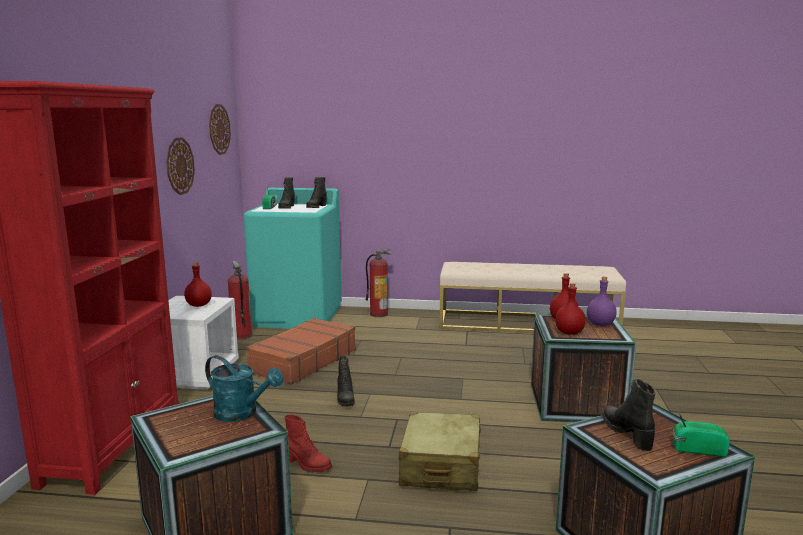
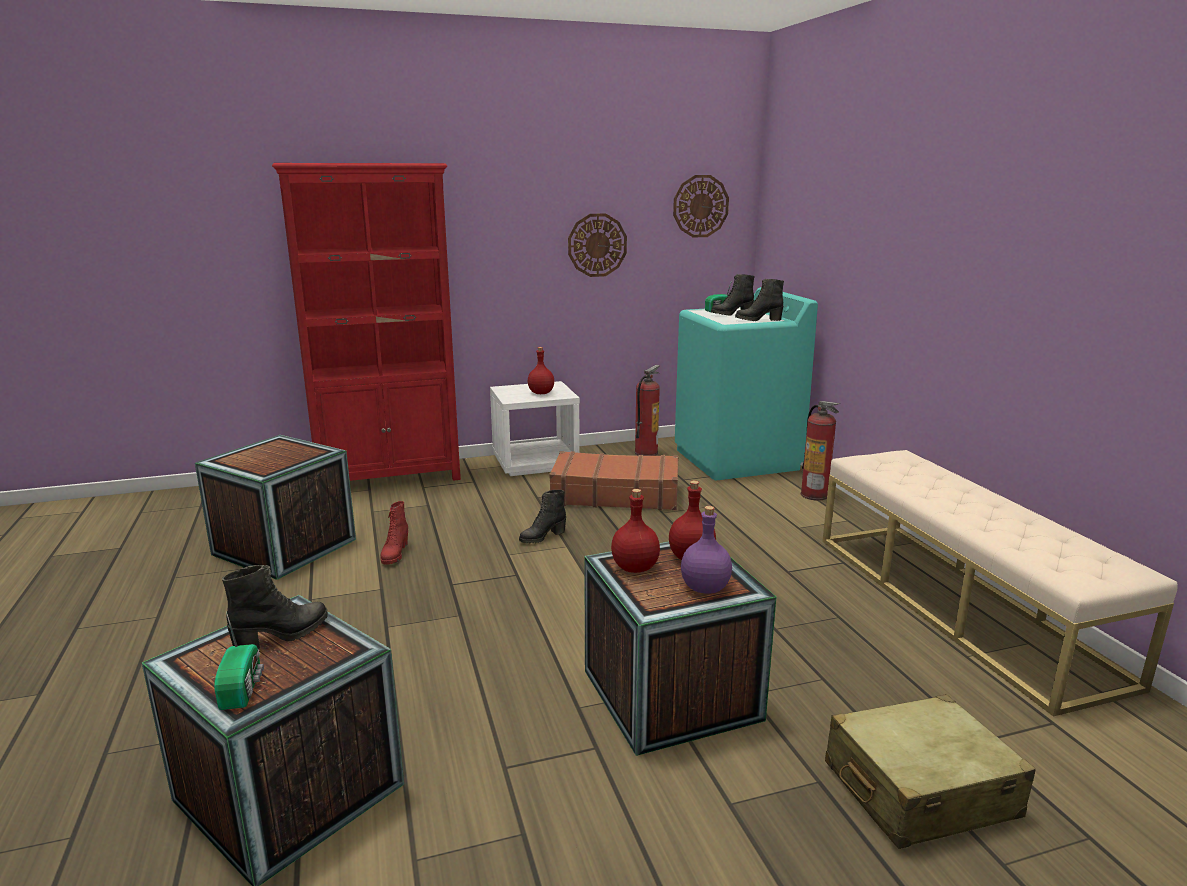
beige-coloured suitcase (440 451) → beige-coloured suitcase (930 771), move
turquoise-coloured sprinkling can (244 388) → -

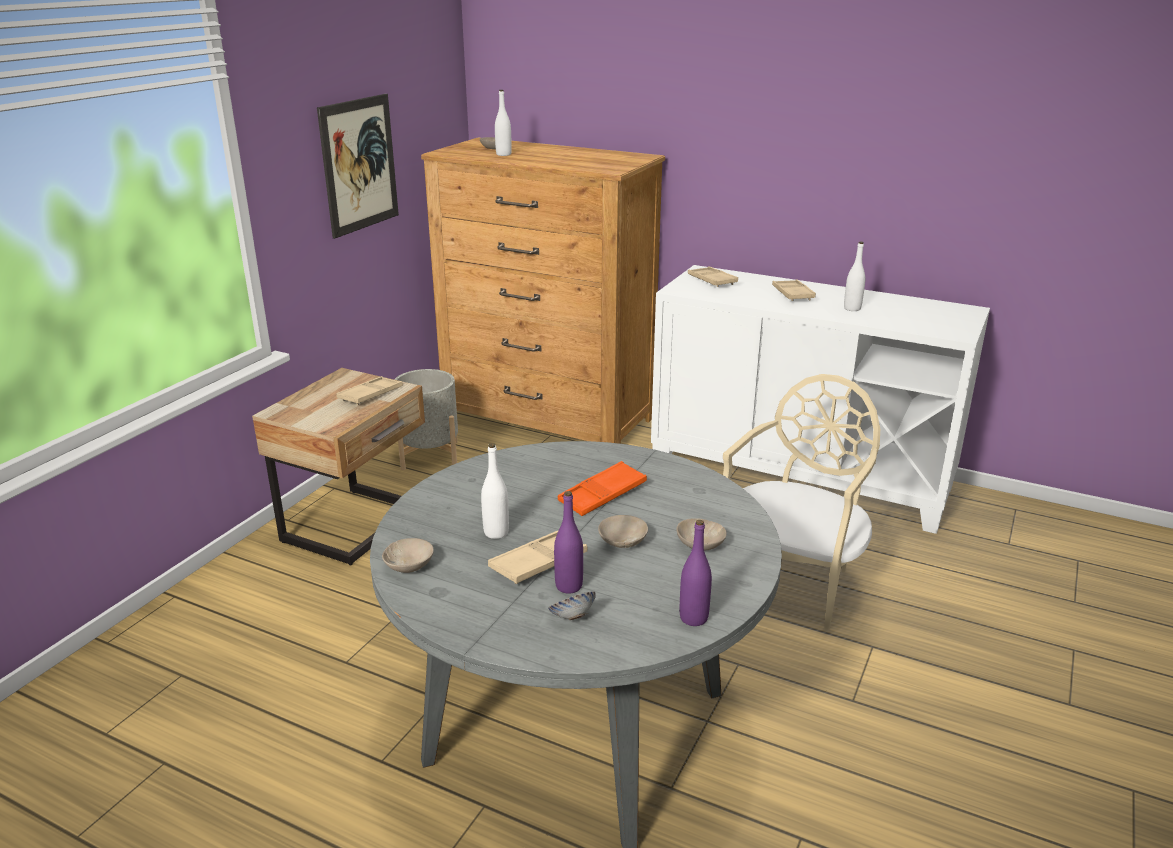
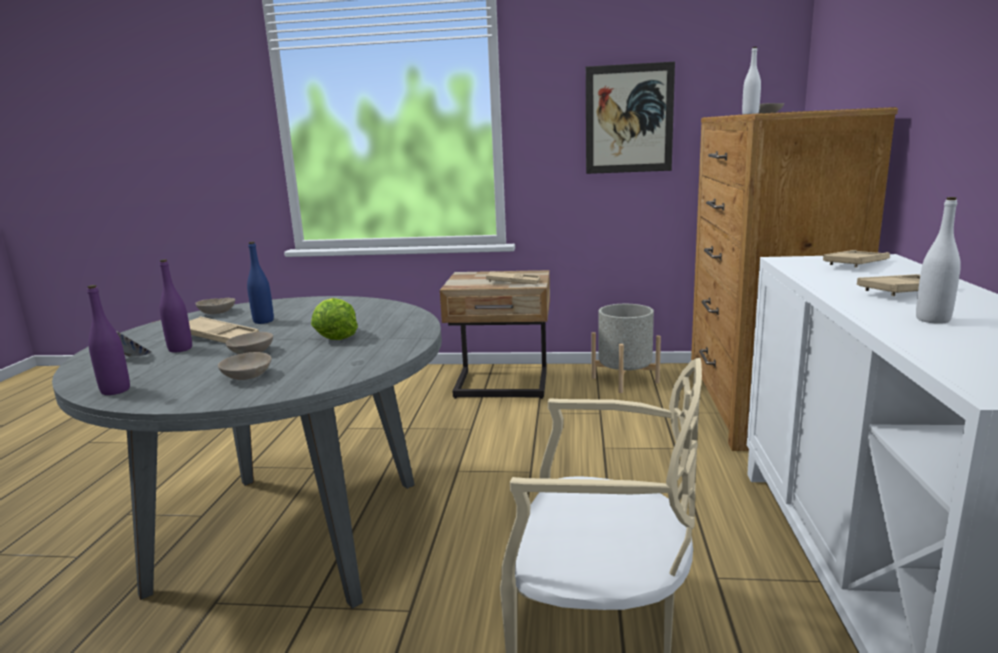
whitish drink bottle (495 491) → blue drink bottle (260 283)
orangey tray (602 488) → head of lettuce (334 319)

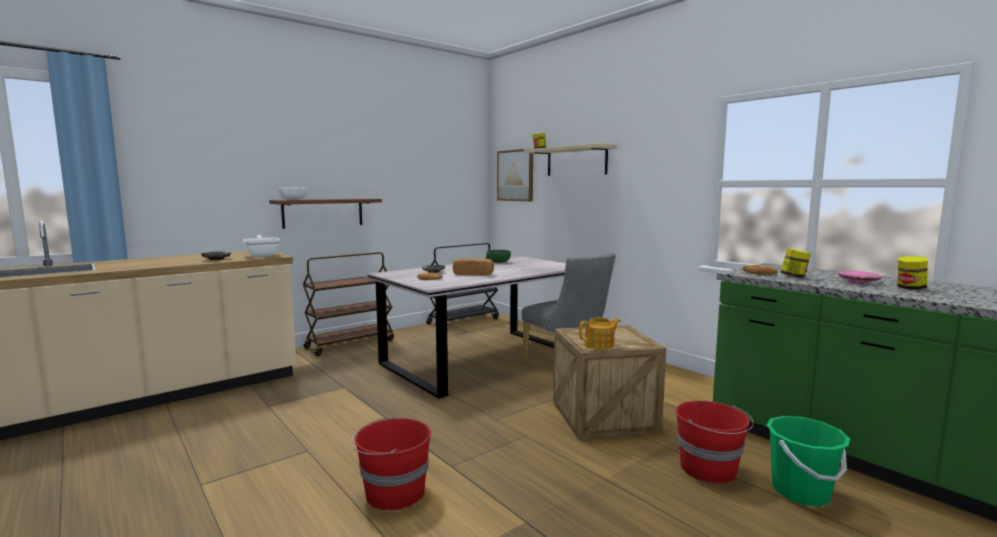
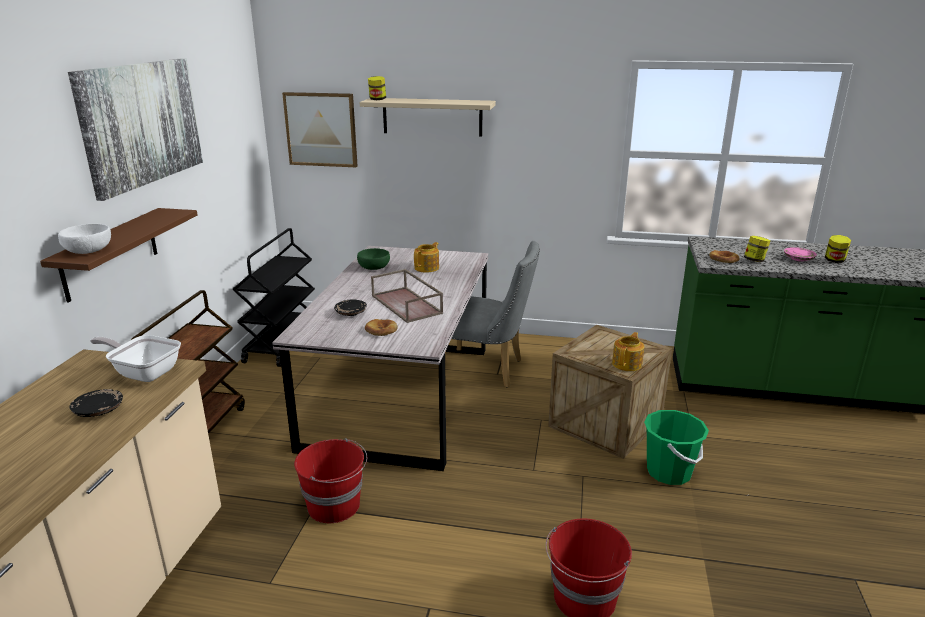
- → wall picture (135 129)
red-coloured water bucket (715 442) → red-coloured water bucket (330 480), move
bread (473 267) → brownish tray (407 296)
- → teapot (426 257)
green water bucket (808 461) → green water bucket (676 447), move

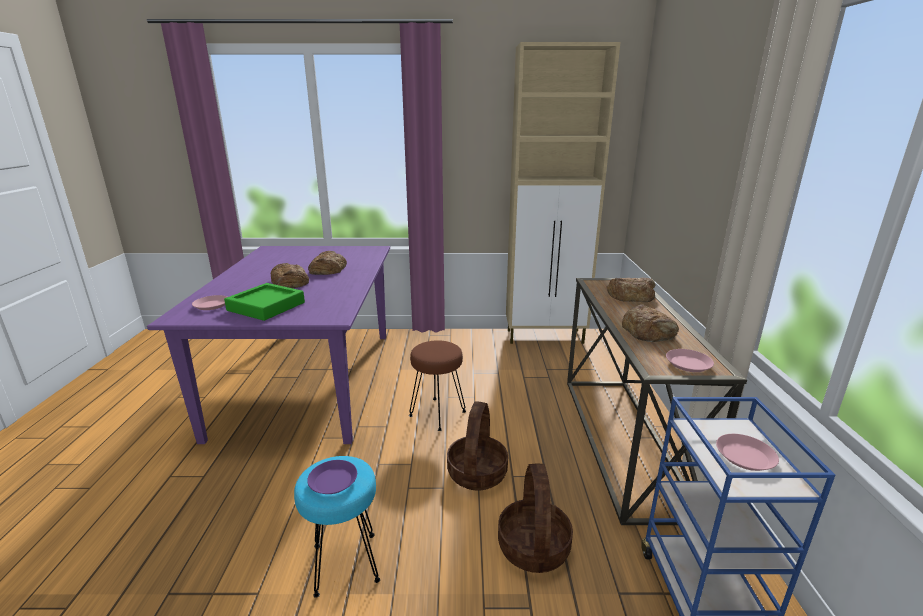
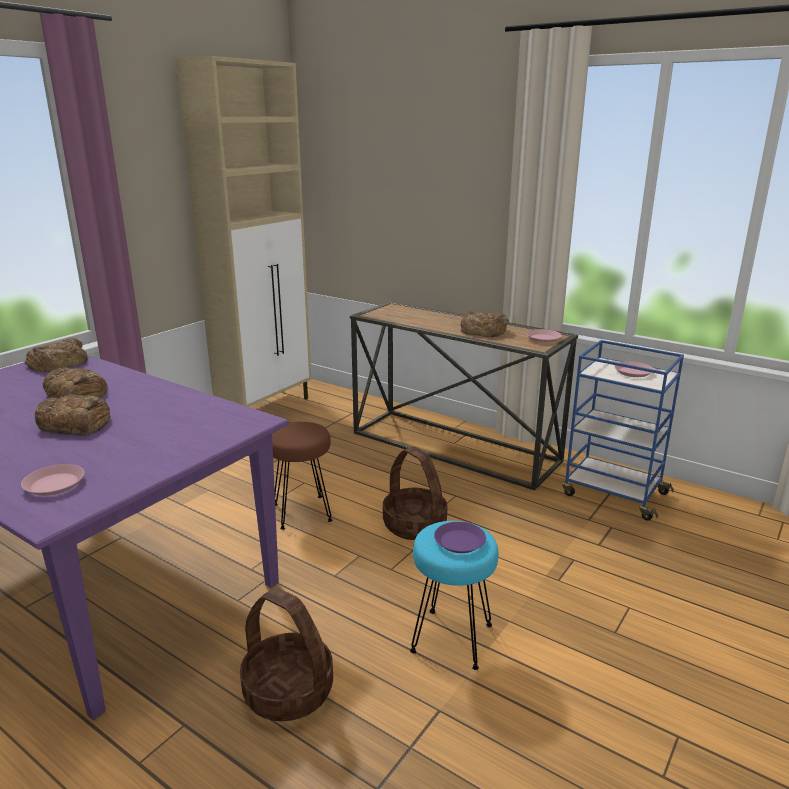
bread (631 290) → bread (56 355), move
storage basket (535 518) → storage basket (286 654), move
green tray (264 302) → -

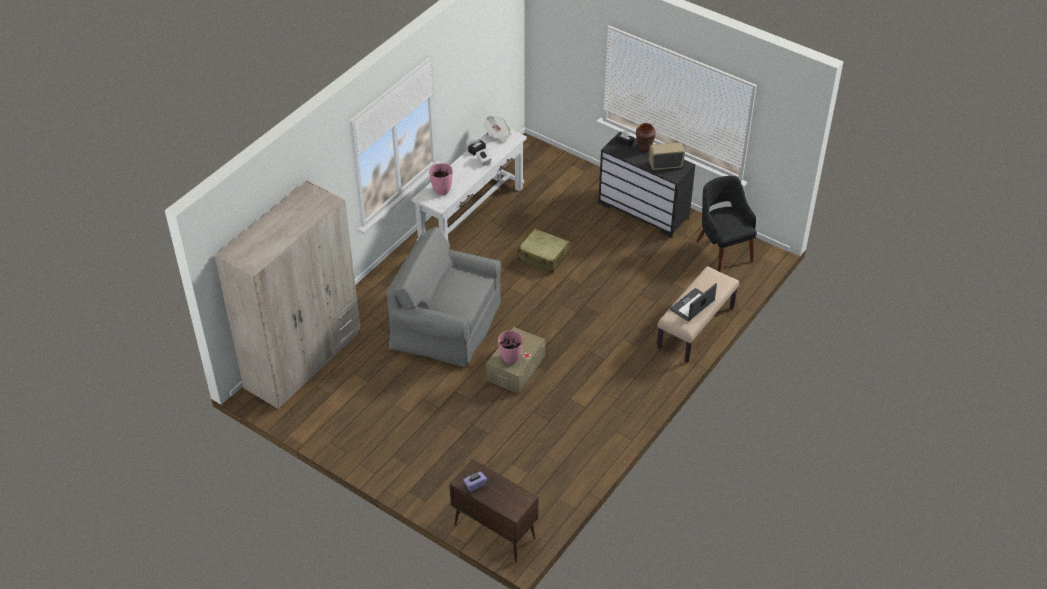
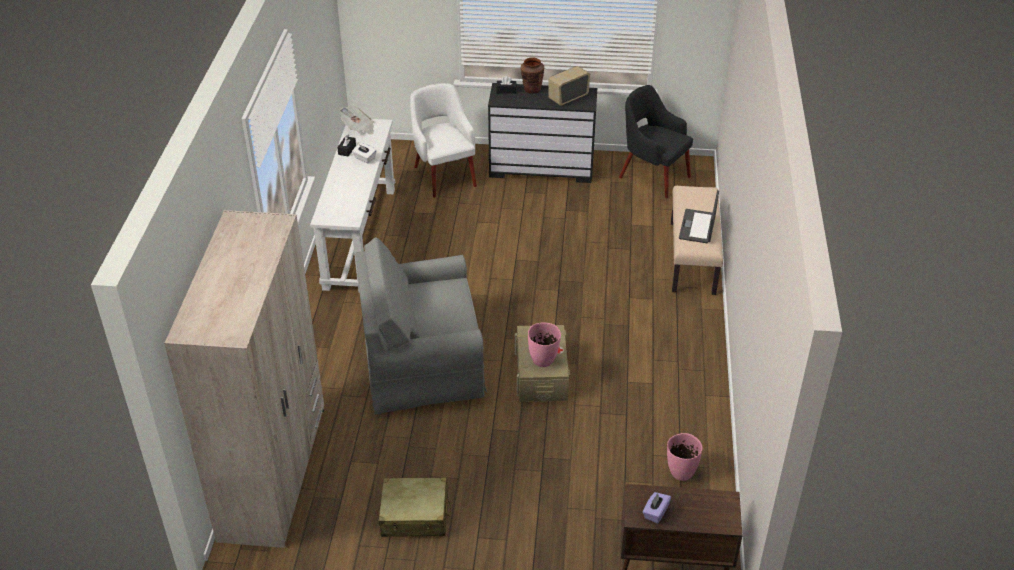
beige-coloured suitcase (544 251) → beige-coloured suitcase (415 507), move
- → whitish easy chair (443 140)
pink flower vase (441 179) → pink flower vase (685 457), move

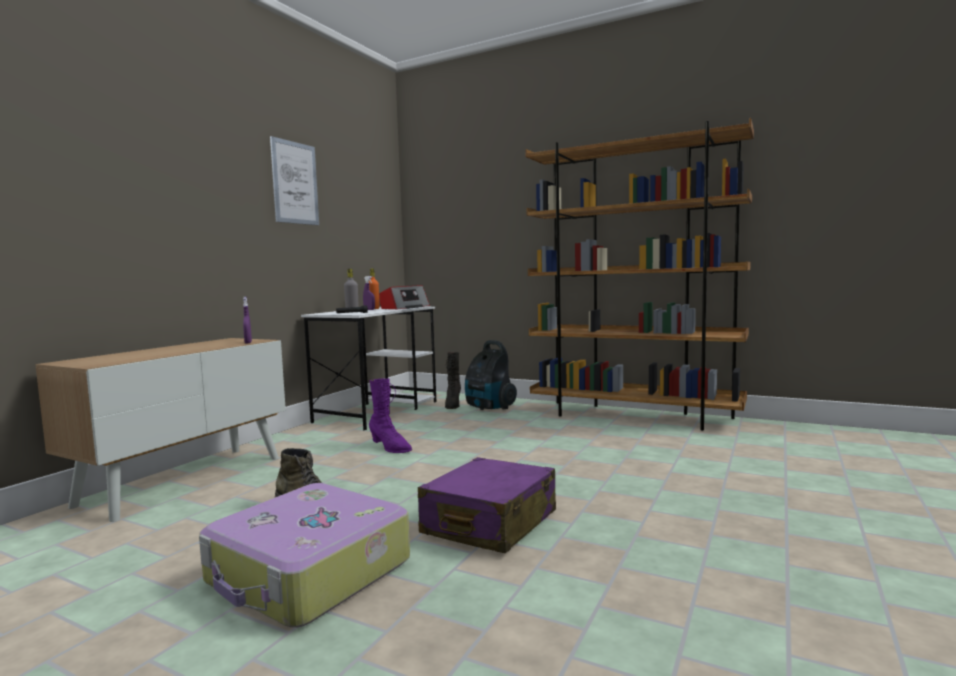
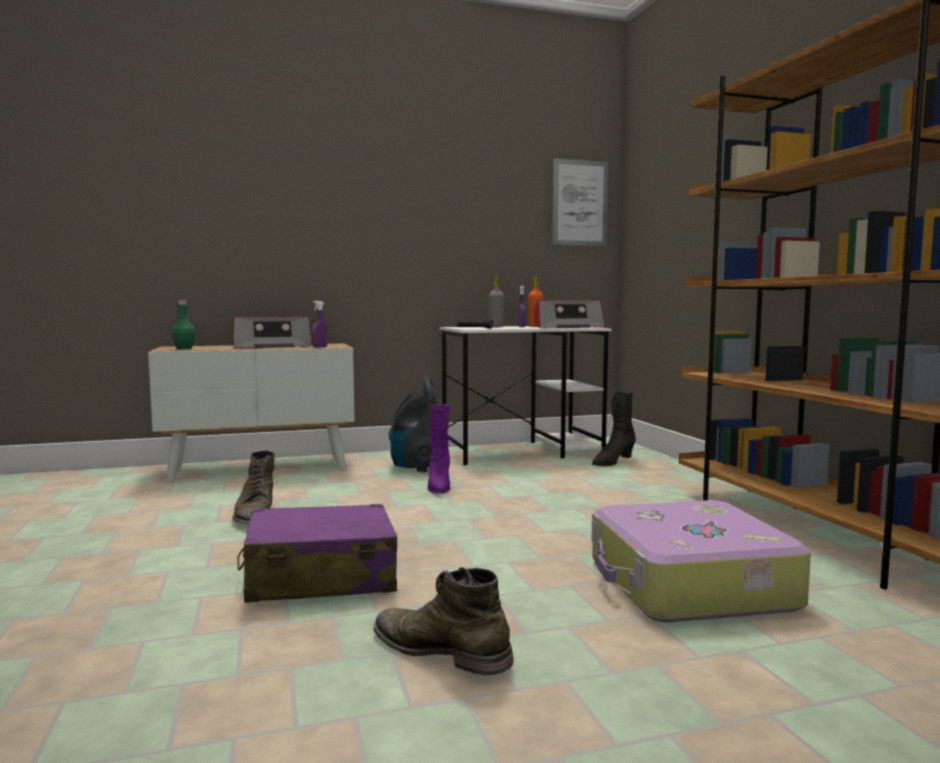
- → green drink bottle (183 324)
- → radio receiver (273 332)
- → green boot (444 621)
vacuum (491 375) → vacuum (413 424), move
wall picture (294 180) → wall picture (580 202), move
suitcase (304 555) → suitcase (701 561), move

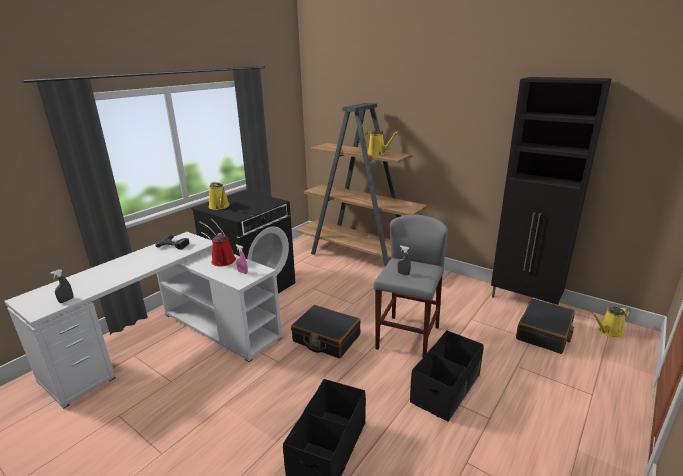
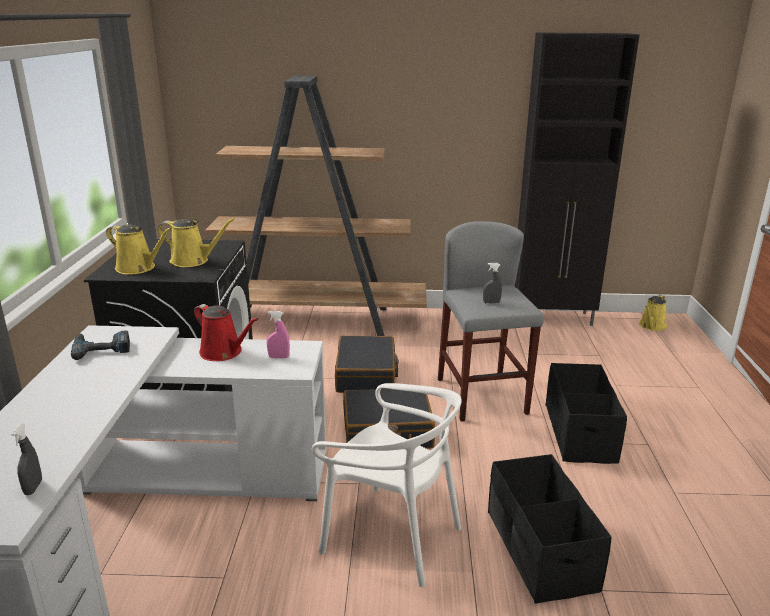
yellowish sprinkling can (381 143) → yellowish sprinkling can (196 242), move
- → whitish chair (387 485)
black suitcase (545 326) → black suitcase (367 364), move

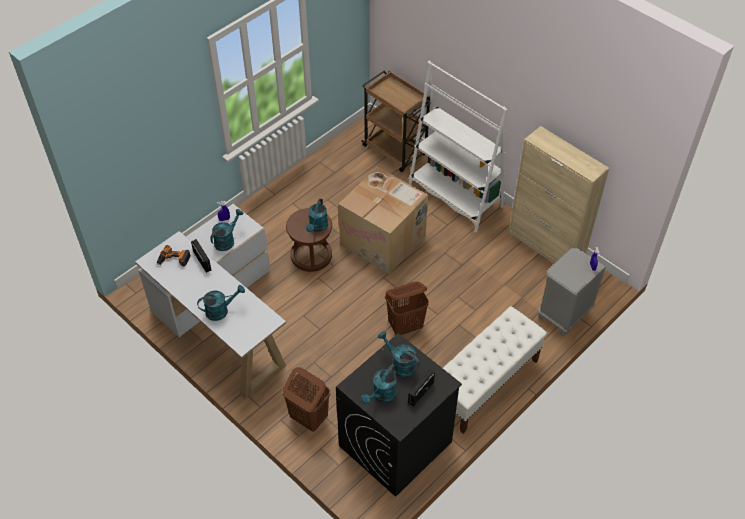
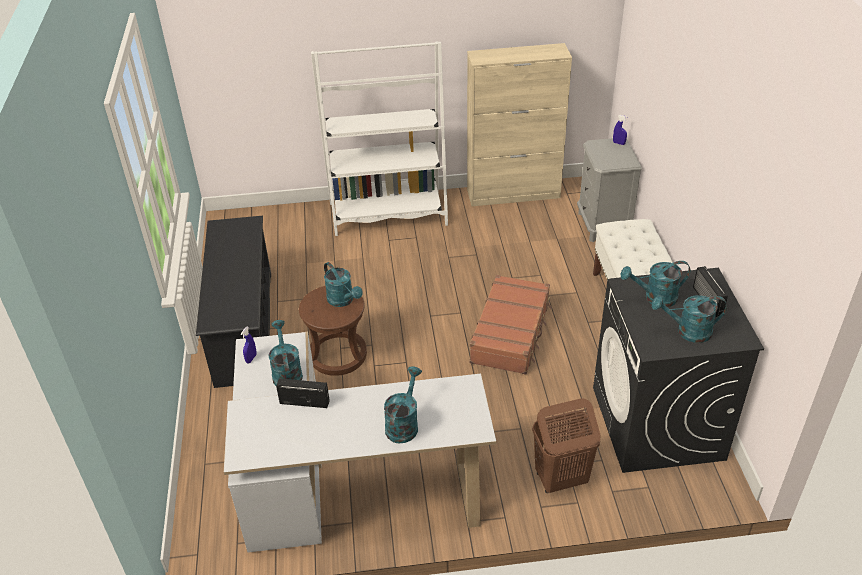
- → black shoe shelf (233 302)
brownish washing basket (407 308) → brownish suitcase (510 325)
turquoise-coloured sprinkling can (379 384) → turquoise-coloured sprinkling can (689 319), 105 degrees clockwise
drill (174 255) → -
carton (383 220) → -
brownish cart (396 121) → -

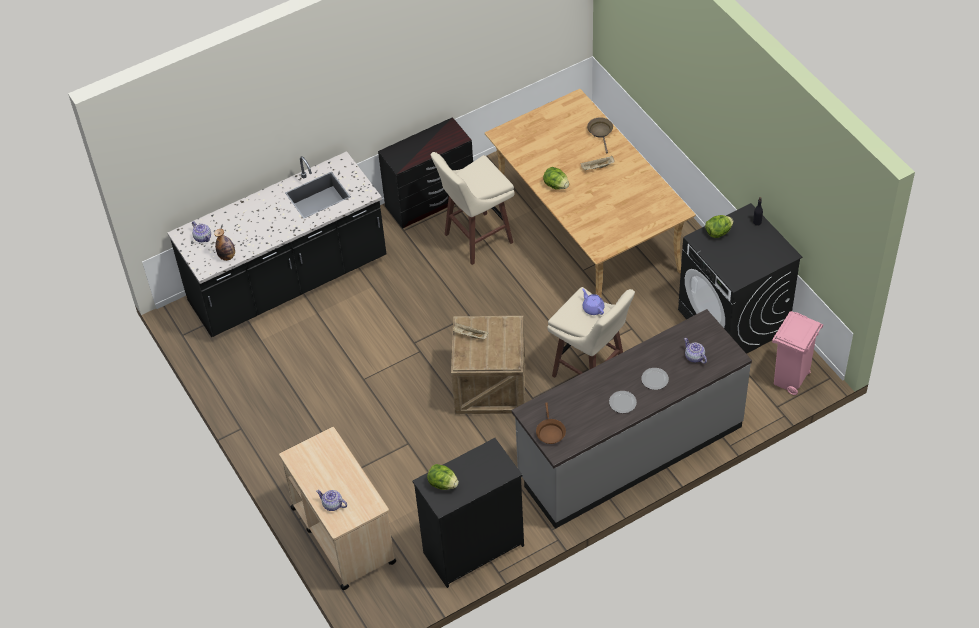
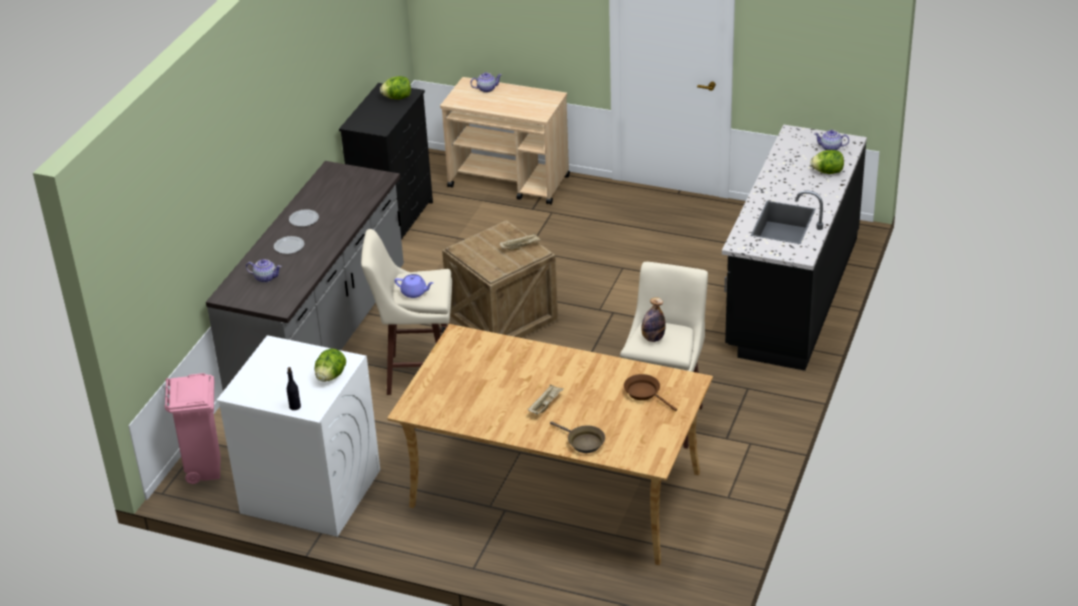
black laundry appliance (740 278) → whitish laundry appliance (298 436)
brownish skillet (551 423) → brownish skillet (650 392), move
drink bottle (224 245) → drink bottle (653 319), move
head of lettuce (556 178) → head of lettuce (827 162), move
black chest of drawers (425 173) → -

